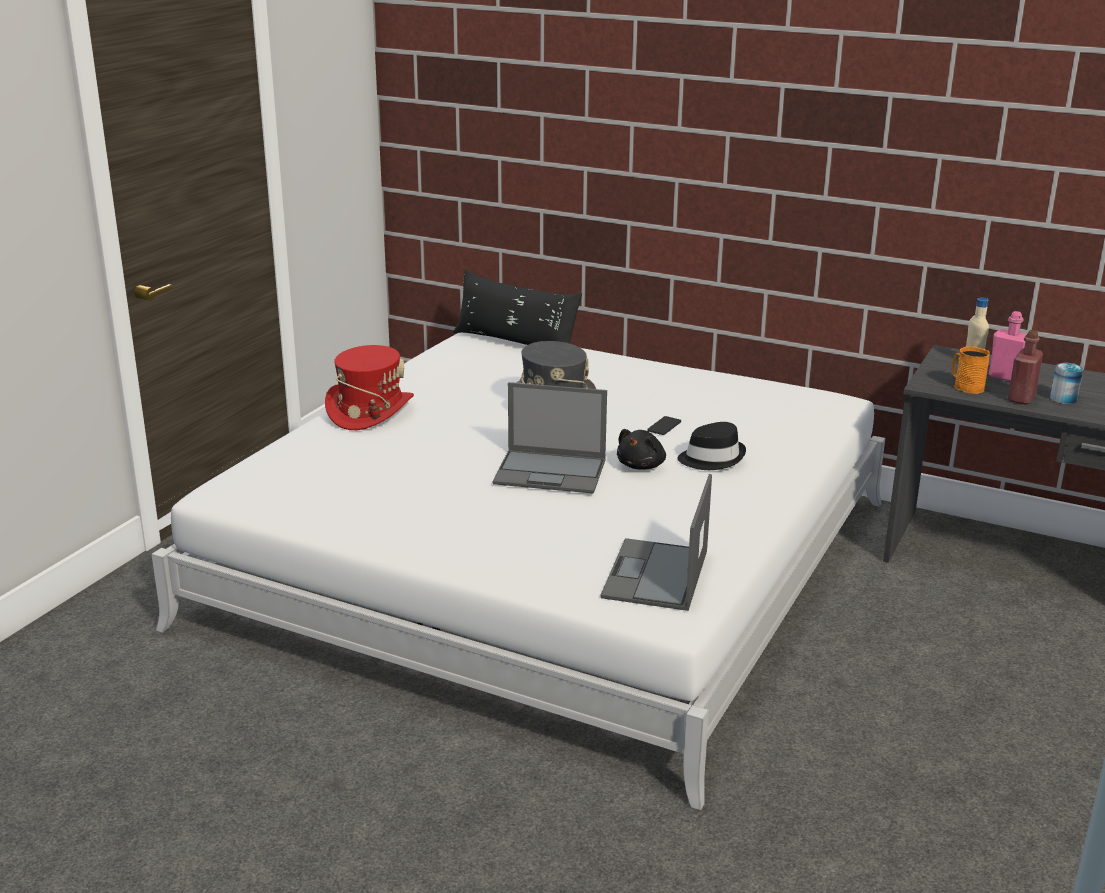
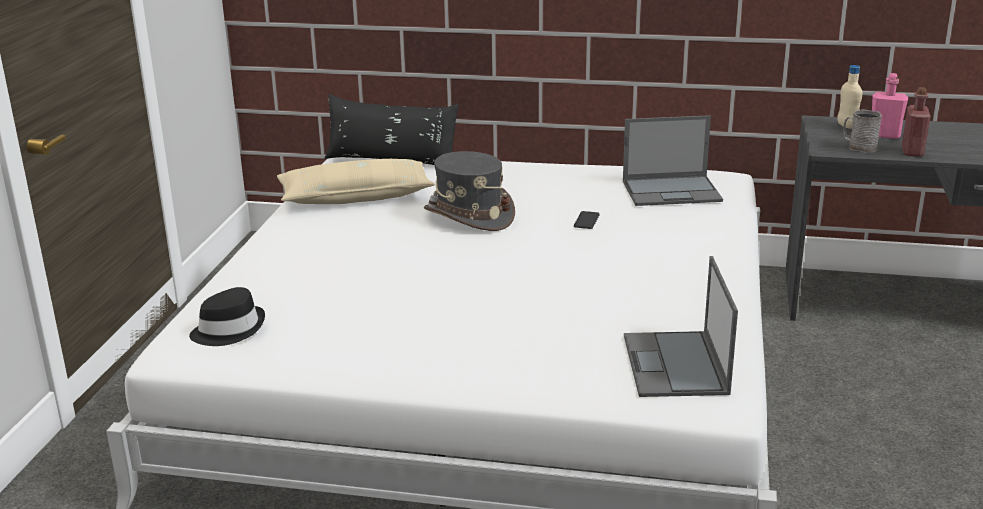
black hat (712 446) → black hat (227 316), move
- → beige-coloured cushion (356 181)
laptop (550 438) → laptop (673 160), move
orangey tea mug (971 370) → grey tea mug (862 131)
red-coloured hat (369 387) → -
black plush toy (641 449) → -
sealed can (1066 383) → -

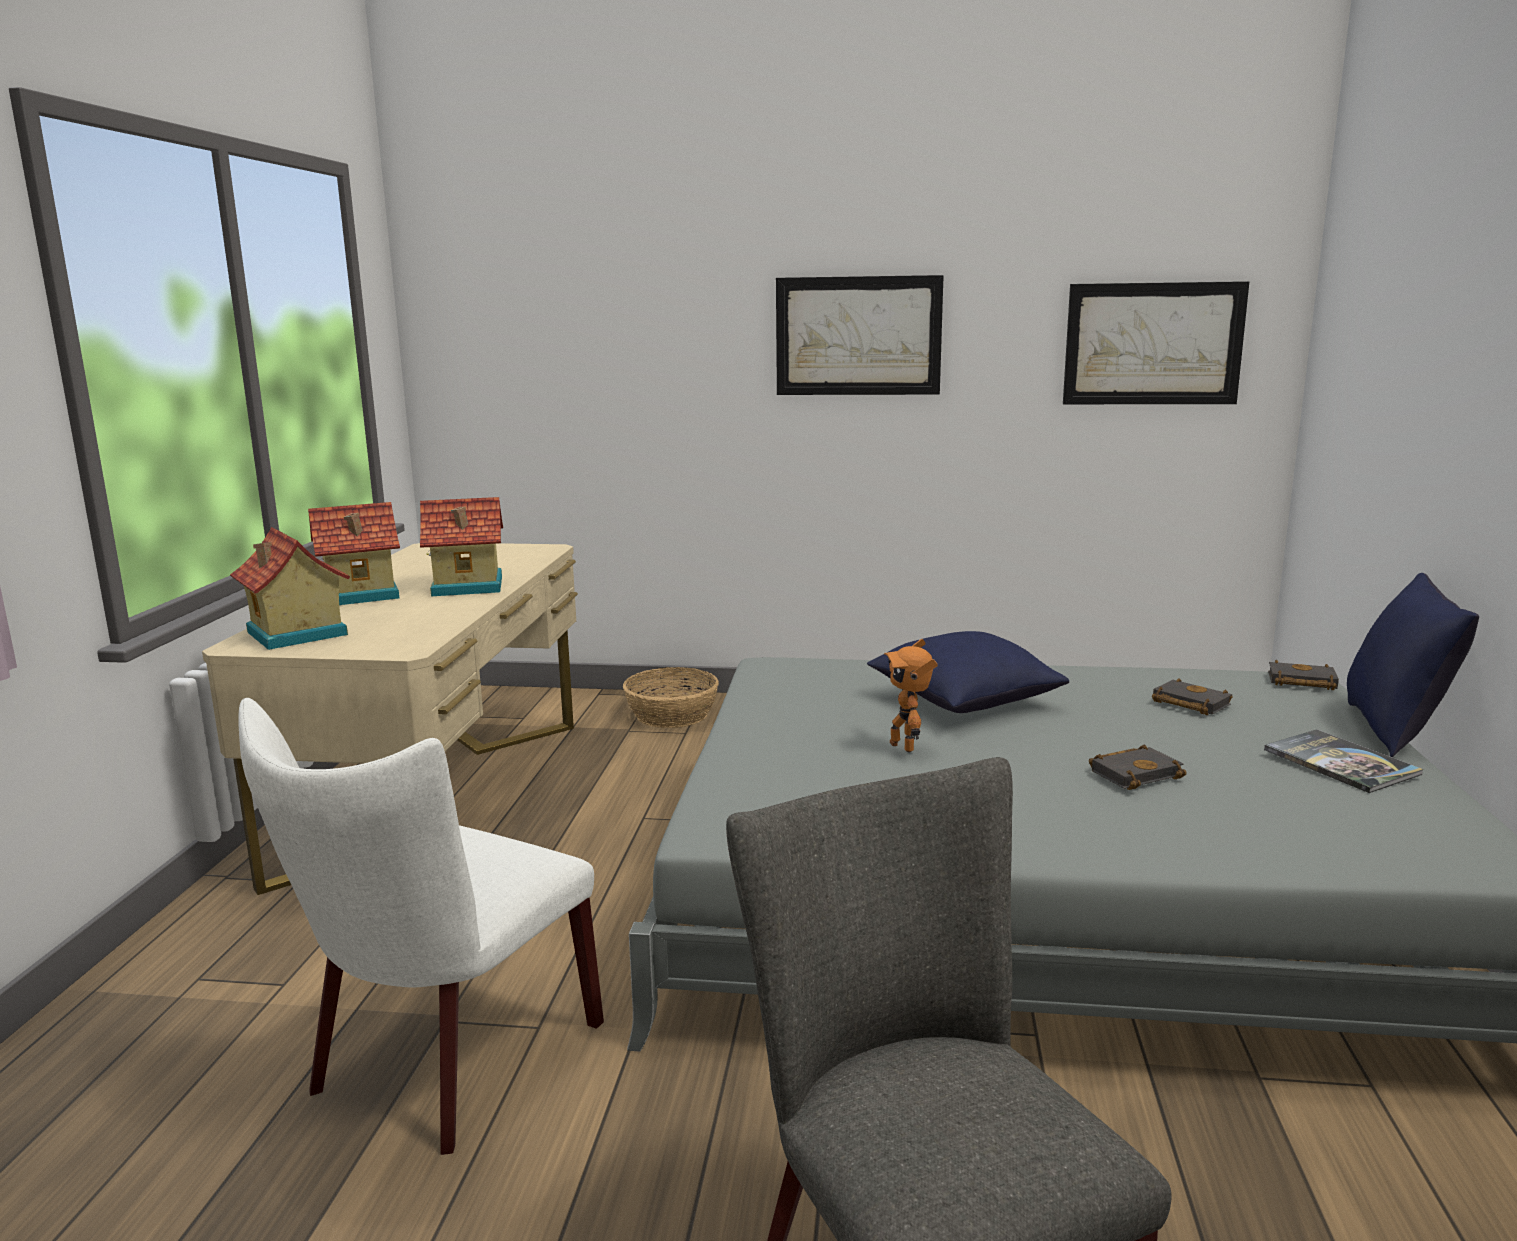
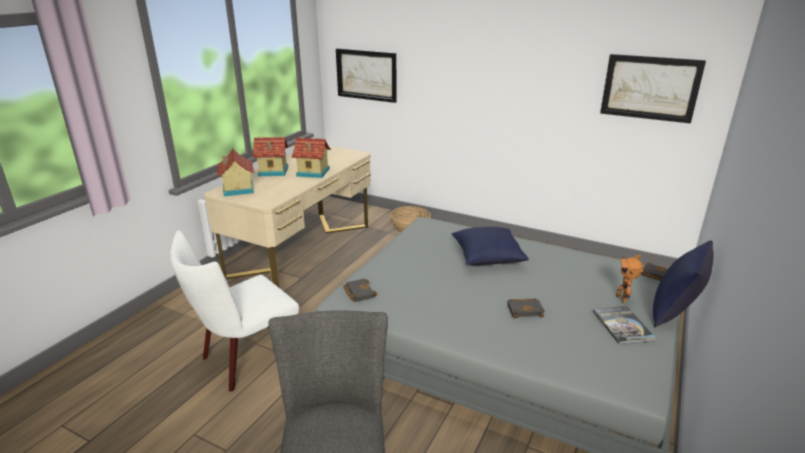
wall picture (860 335) → wall picture (366 75), move
black bound book (1192 696) → black bound book (360 290), move
toy robot (911 696) → toy robot (630 278), move

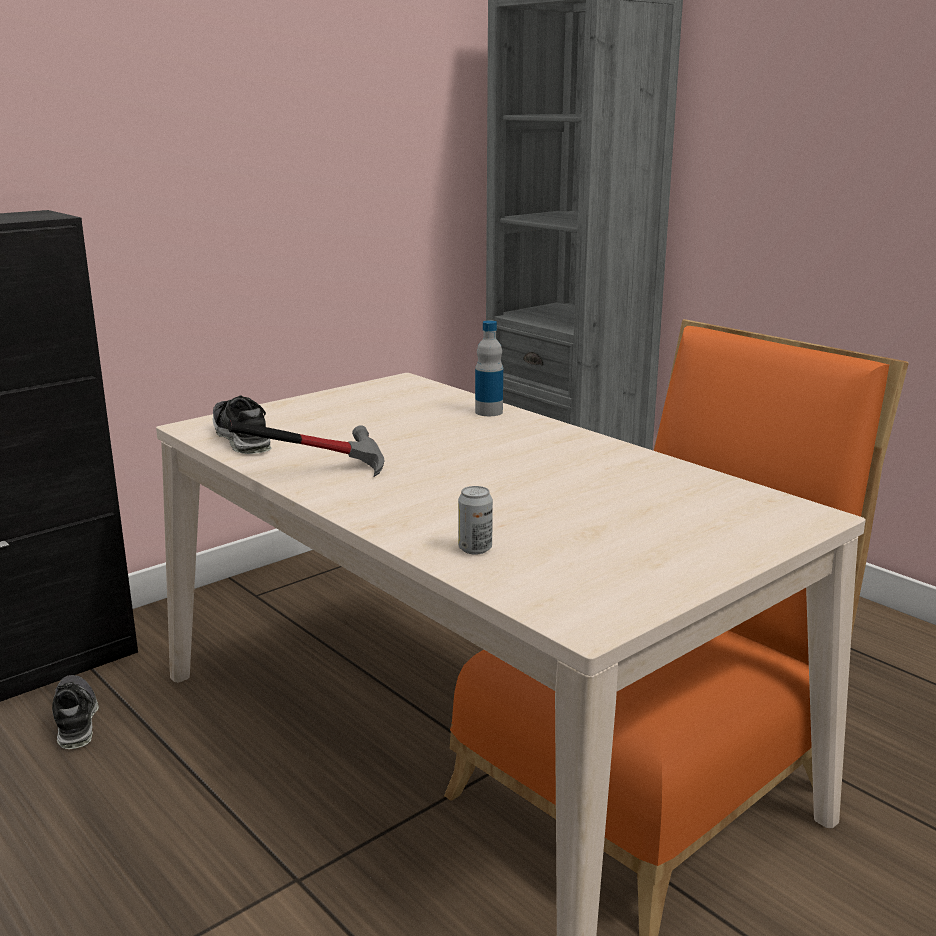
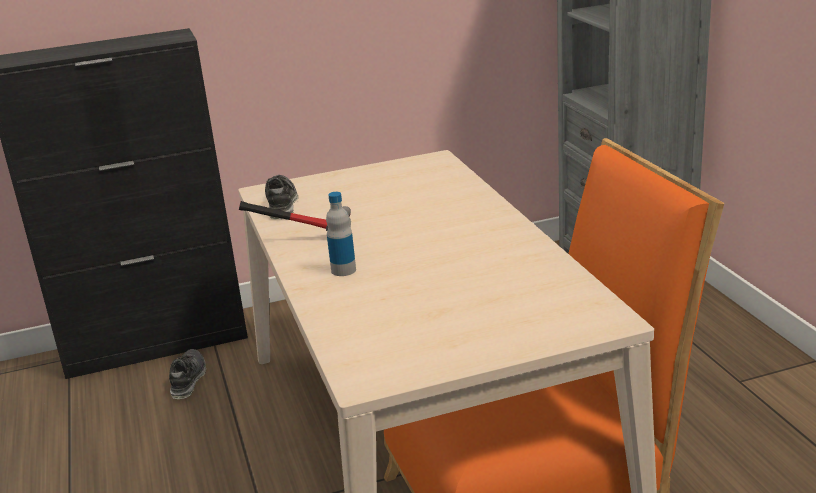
drink bottle (489 368) → drink bottle (341 234), move
sealed can (475 520) → -

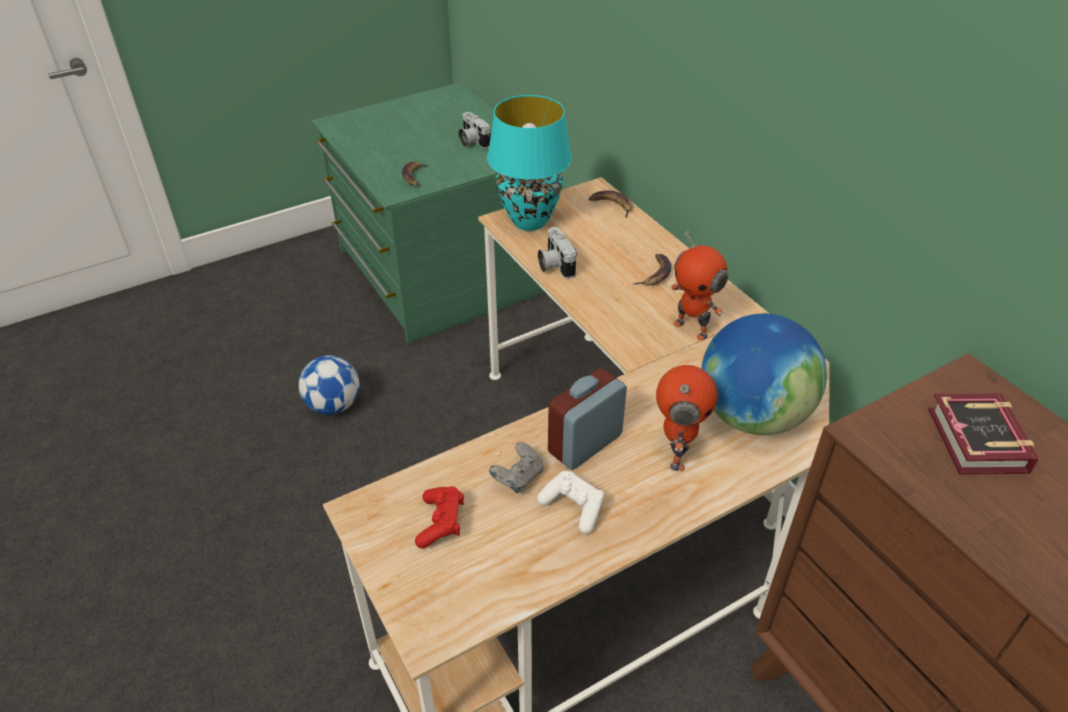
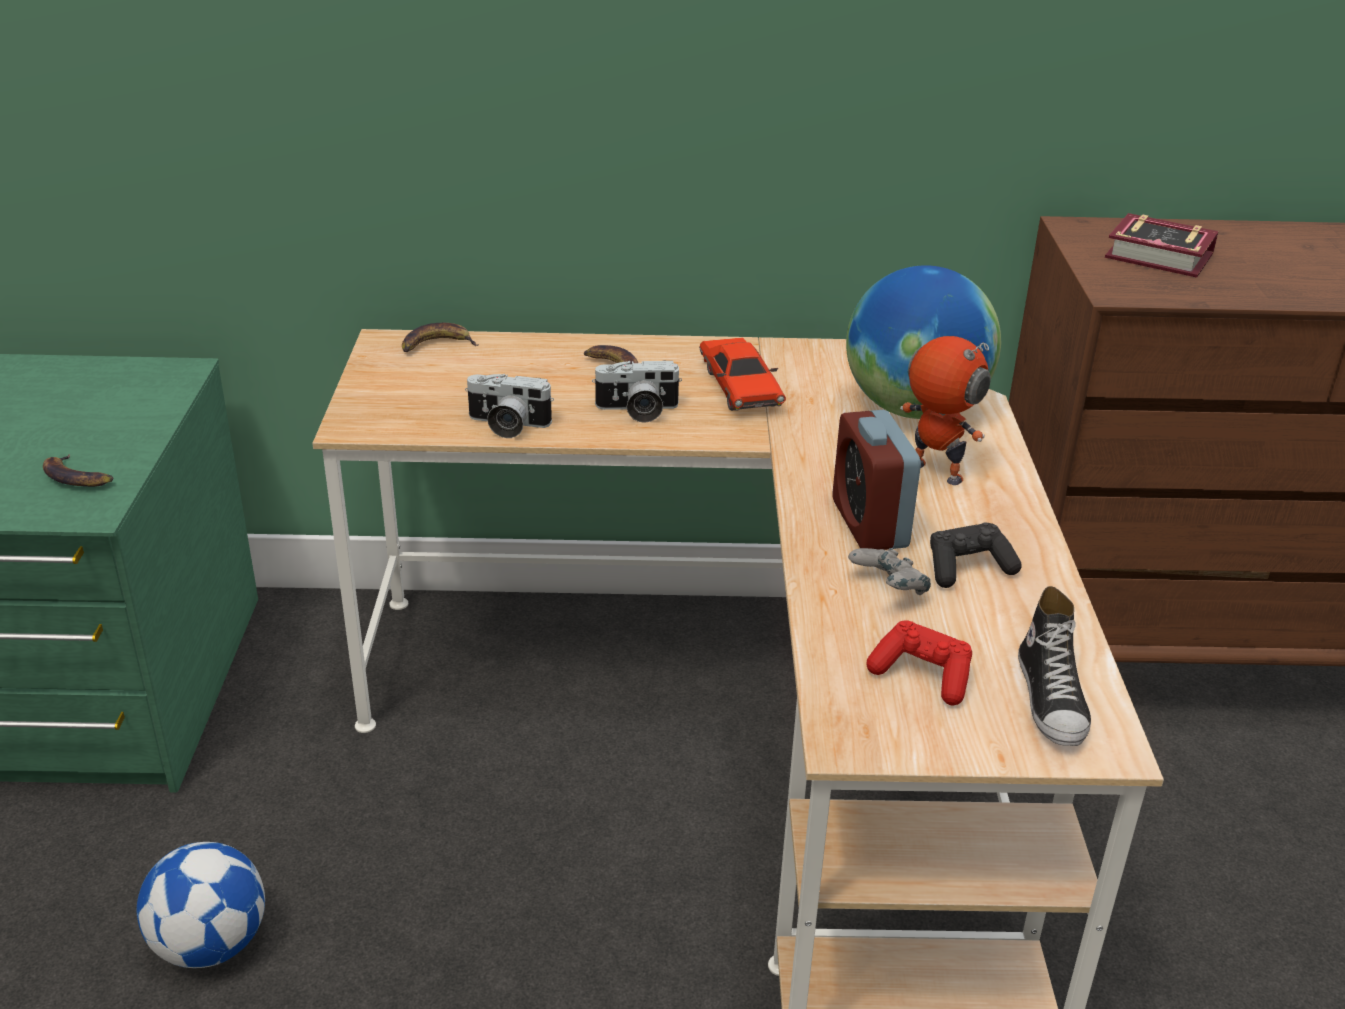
photo camera (474 130) → photo camera (637 391), move
toy robot (699 285) → red-coloured toy car (742 374)
whitish game controller (570 502) → black game controller (975 555)
- → shoe (1054 666)
turquoise-coloured tabletop lamp (529 163) → -

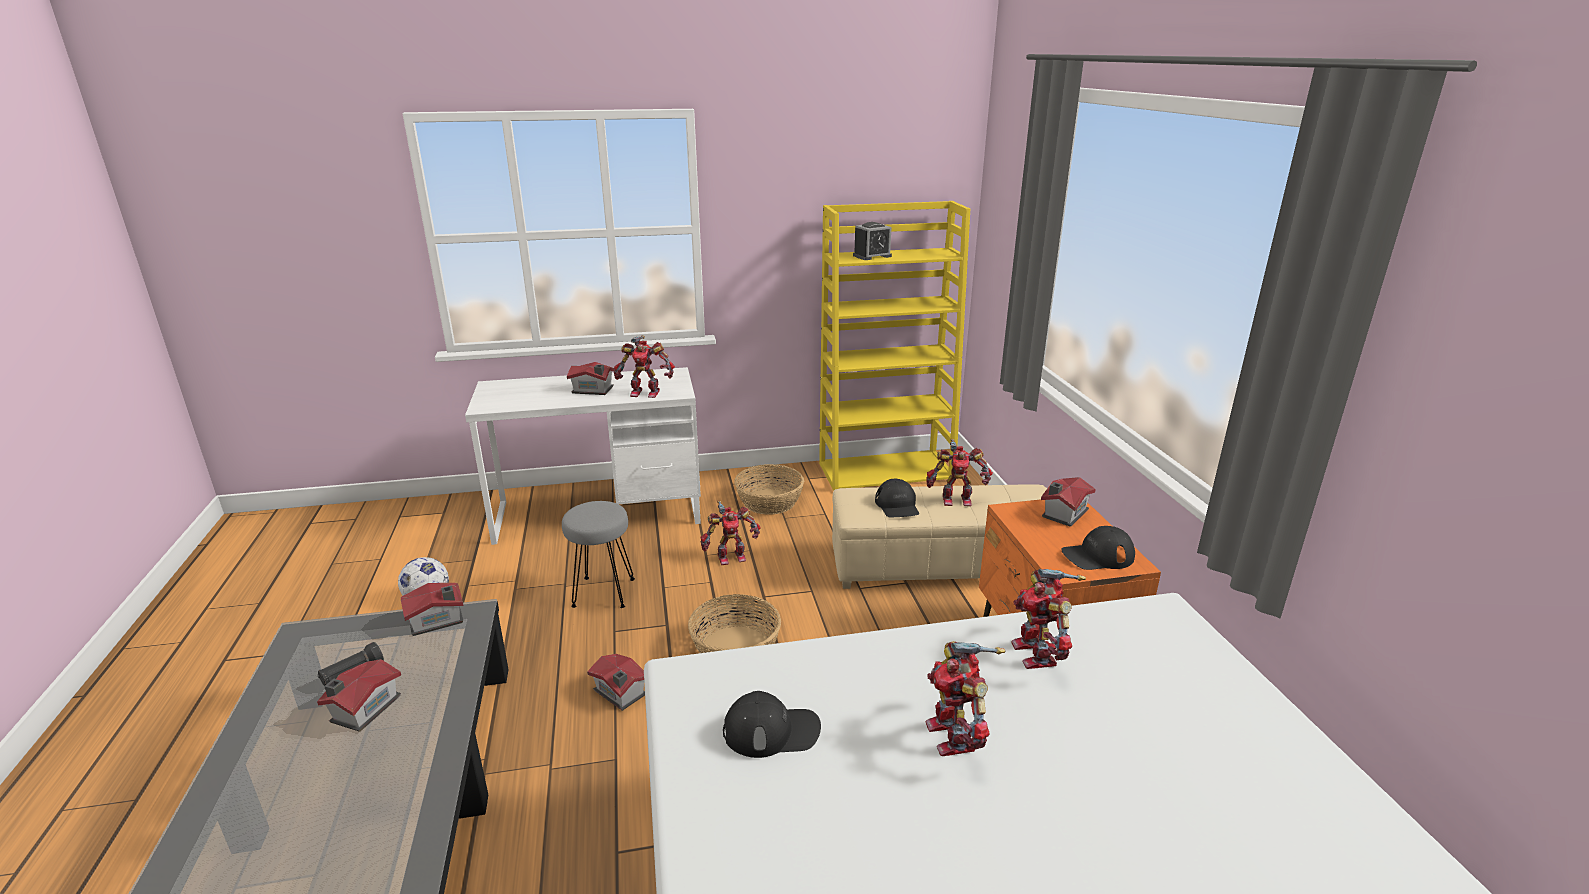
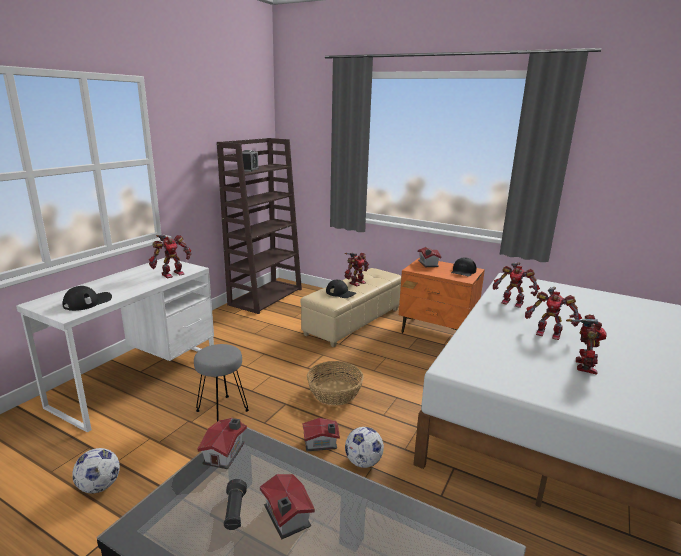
black baseball cap (772 724) → black baseball cap (87 298), move
yellowish shelving unit (894 346) → brownish shelving unit (259 226)
- → football (364 447)
toy robot (731 533) → toy robot (586 344), move
miniature house (591 378) → -
storage basket (769 489) → -

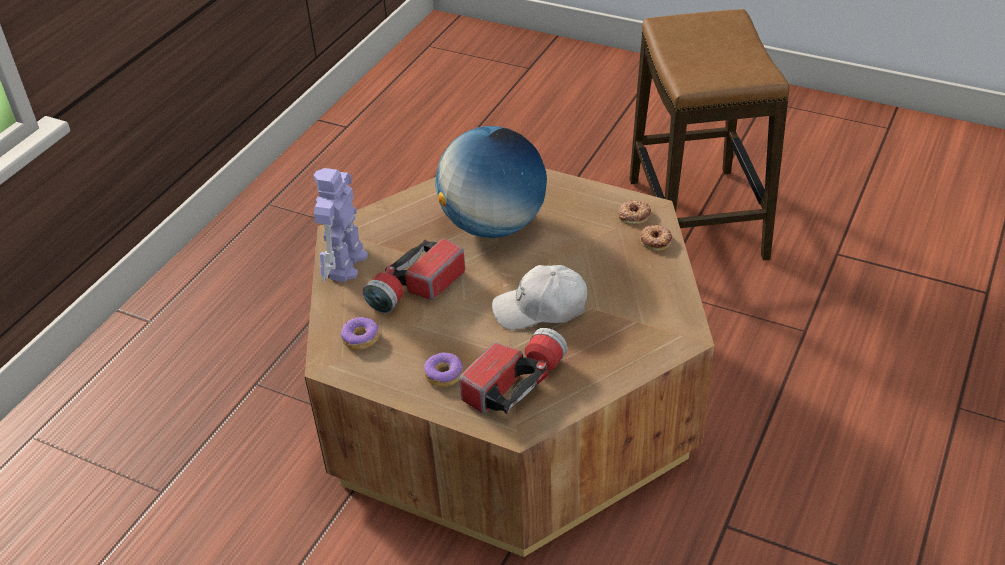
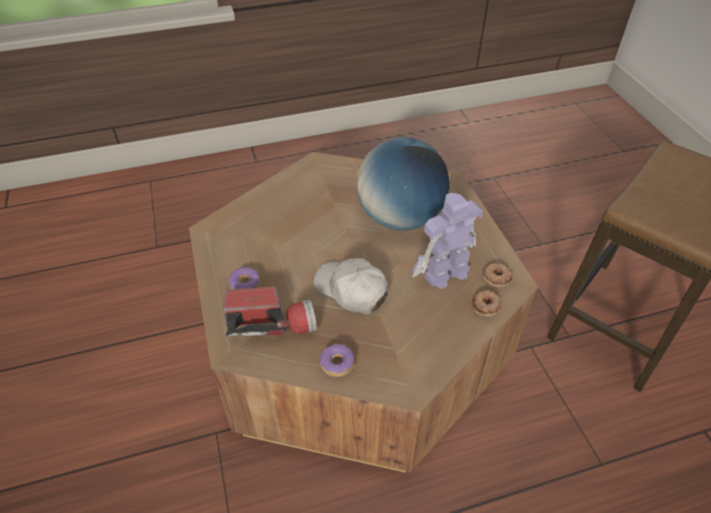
doughnut (360 333) → doughnut (337 360), move
toy robot (341 225) → toy robot (447 241), move
flashlight (414 275) → -

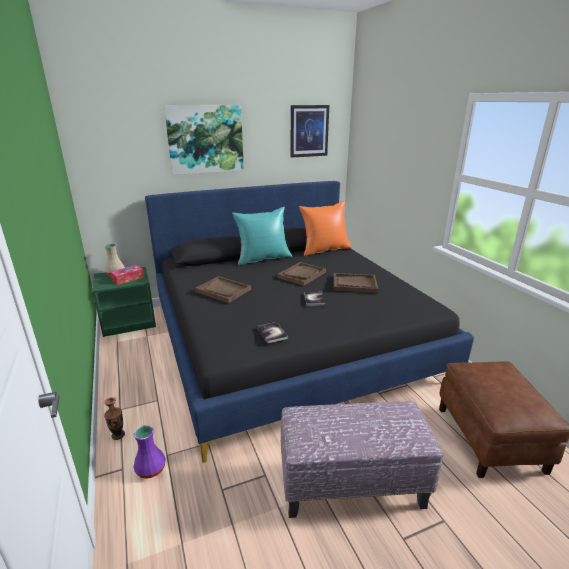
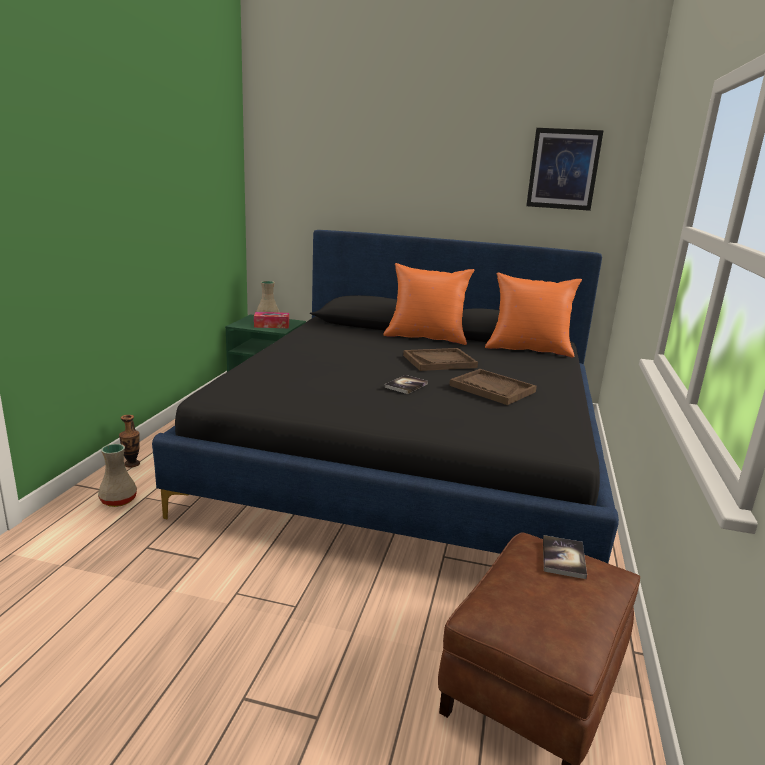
purplish flower vase (149 452) → beige-coloured flower vase (117 475)
turquoise-coloured cushion (262 236) → orangey cushion (429 304)
bound book (272 332) → bound book (565 557), move
wall picture (204 140) → -
brownish tray (223 289) → -
pouffe (362 459) → -

